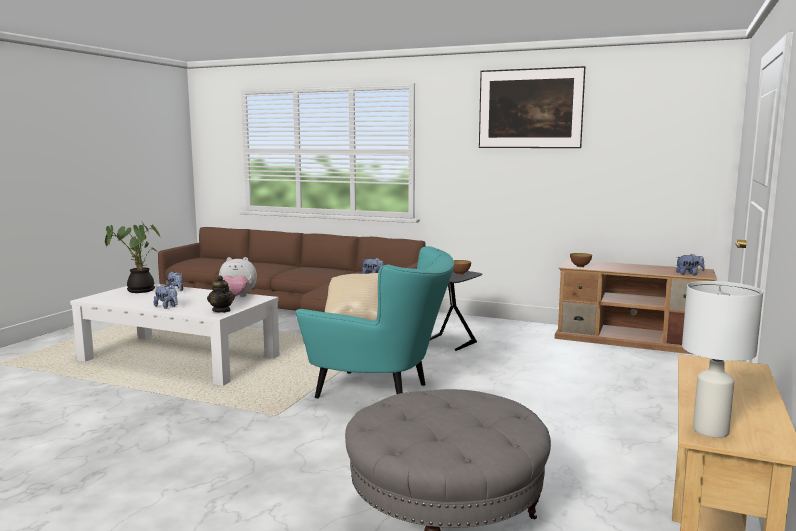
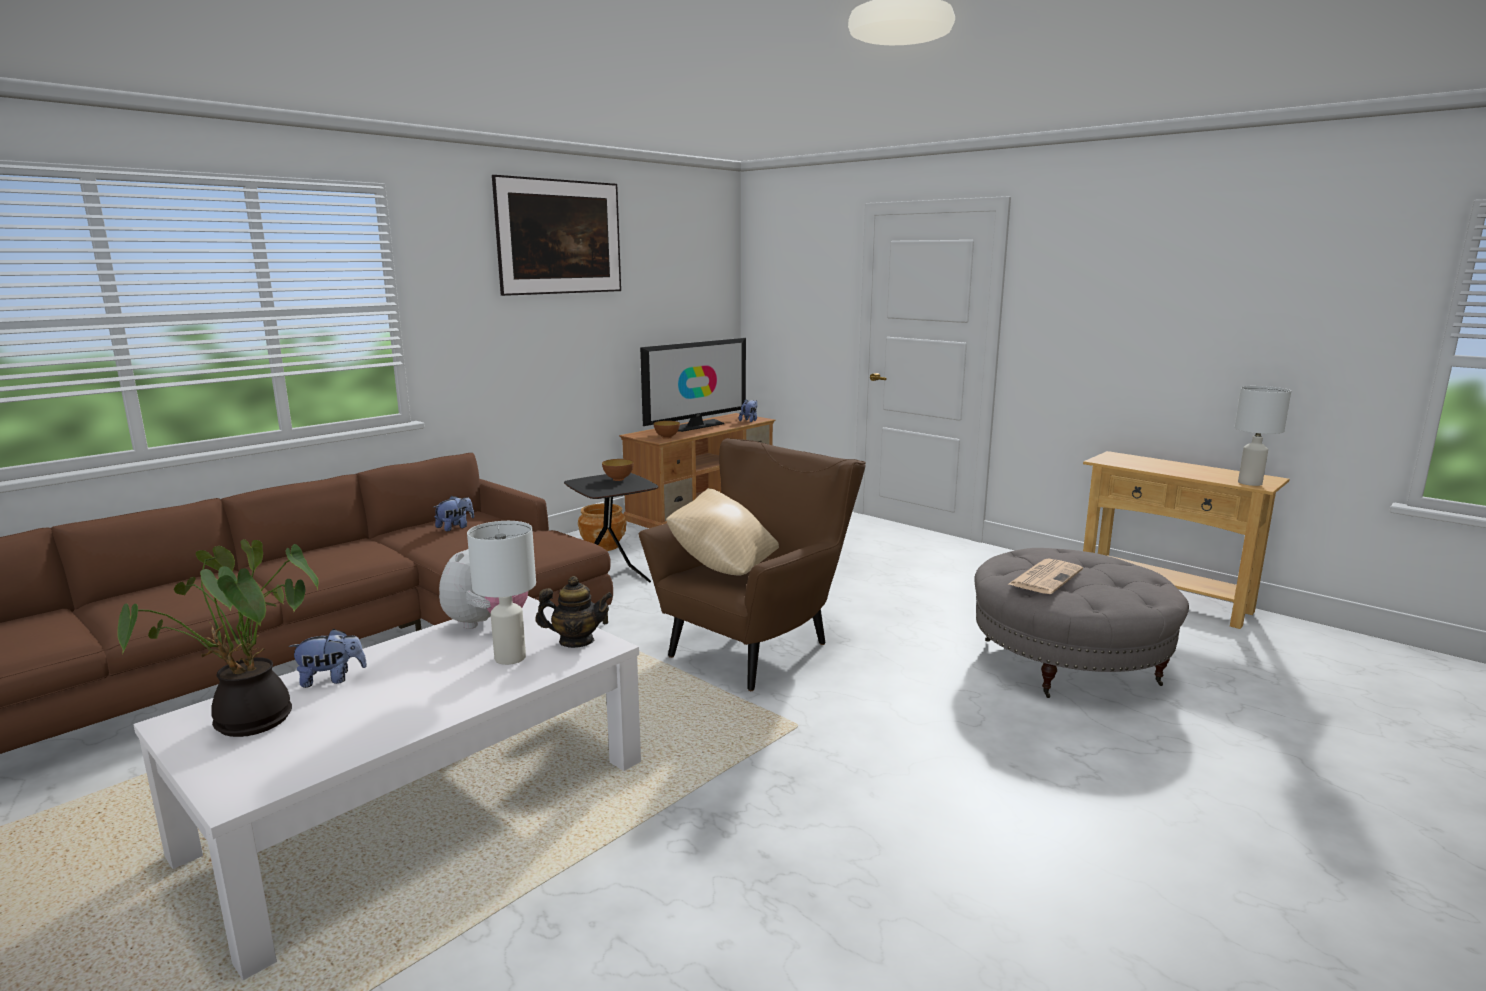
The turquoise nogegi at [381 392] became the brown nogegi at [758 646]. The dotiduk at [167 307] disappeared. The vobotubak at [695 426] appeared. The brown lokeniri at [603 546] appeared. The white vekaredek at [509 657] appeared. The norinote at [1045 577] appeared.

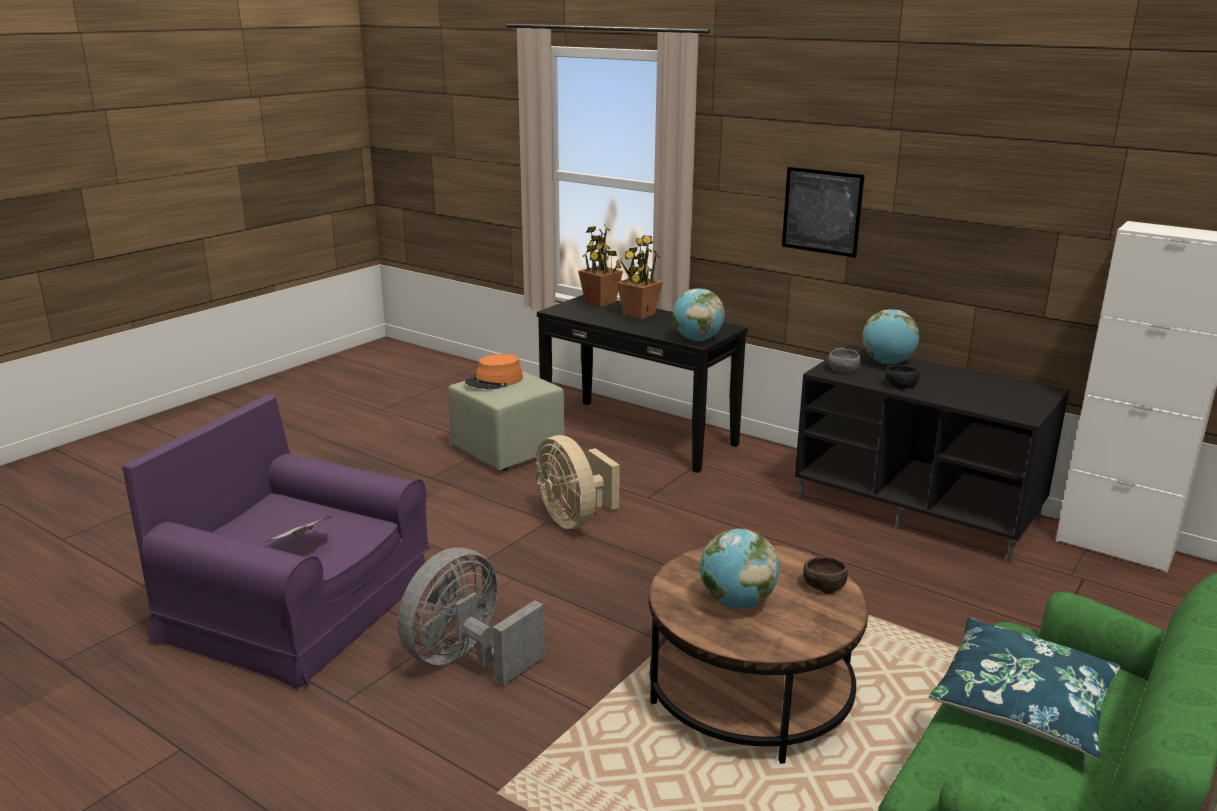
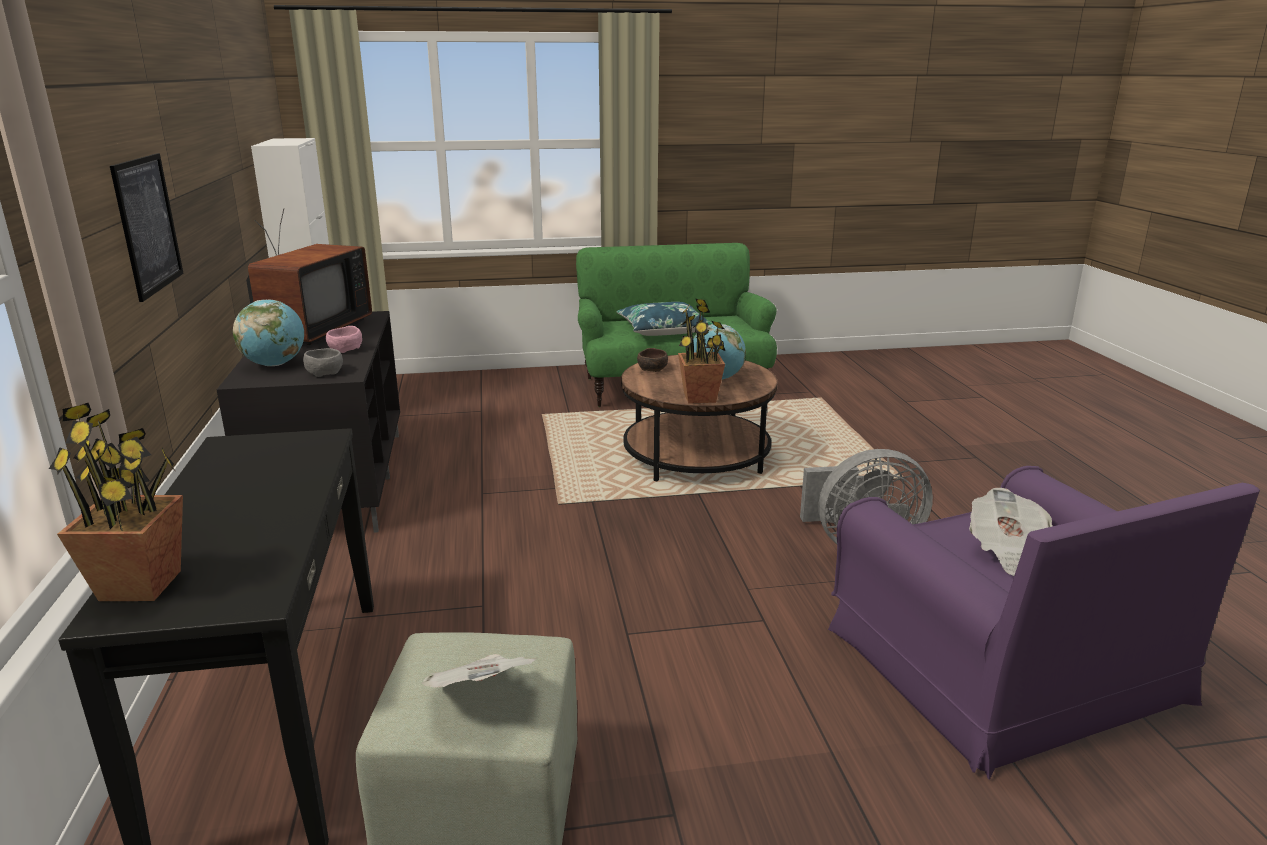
The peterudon moved from [639 314] to [700 398]. The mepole at [697 339] disappeared. The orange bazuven at [494 381] was replaced by the norinote at [481 694]. The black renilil at [900 385] became the pink renilil at [345 350]. The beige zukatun at [574 519] disappeared. The vobotubak at [311 332] appeared.

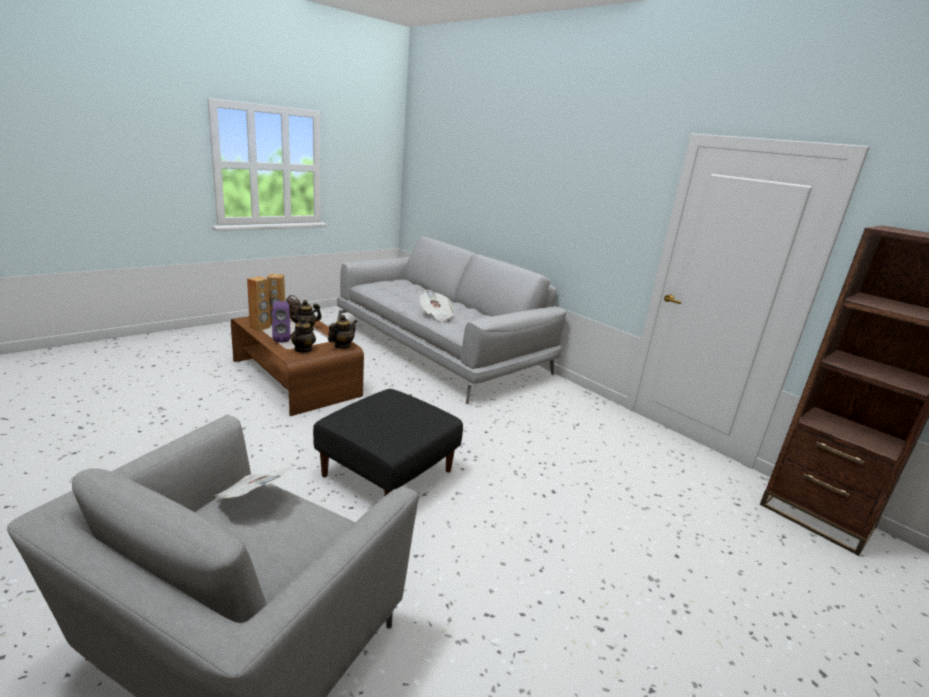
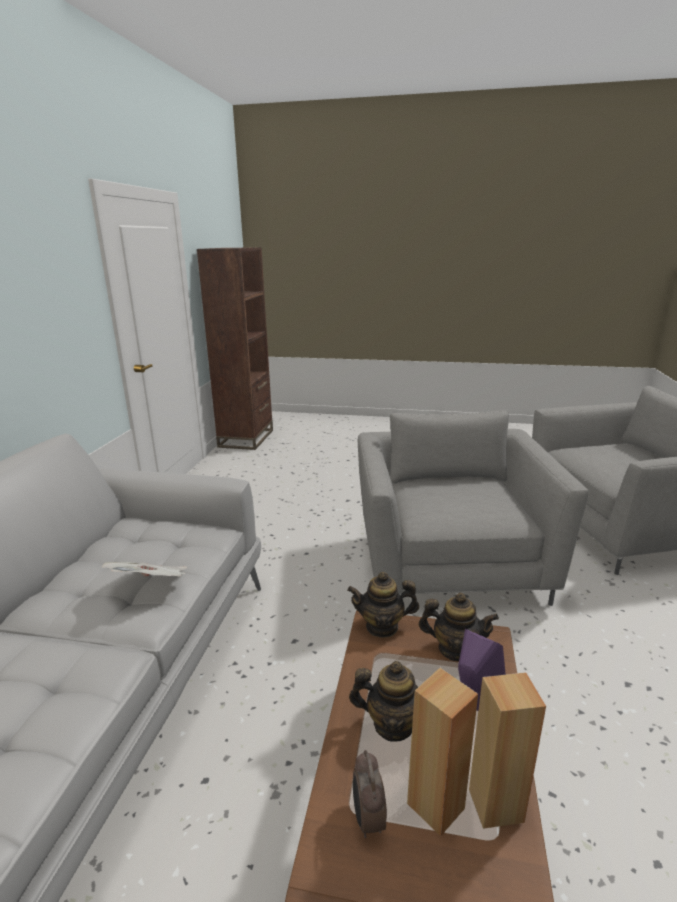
The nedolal at [303 349] turned 45 degrees clockwise. The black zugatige at [387 473] was replaced by the grey nogegi at [449 565]. The norinote at [254 498] disappeared.

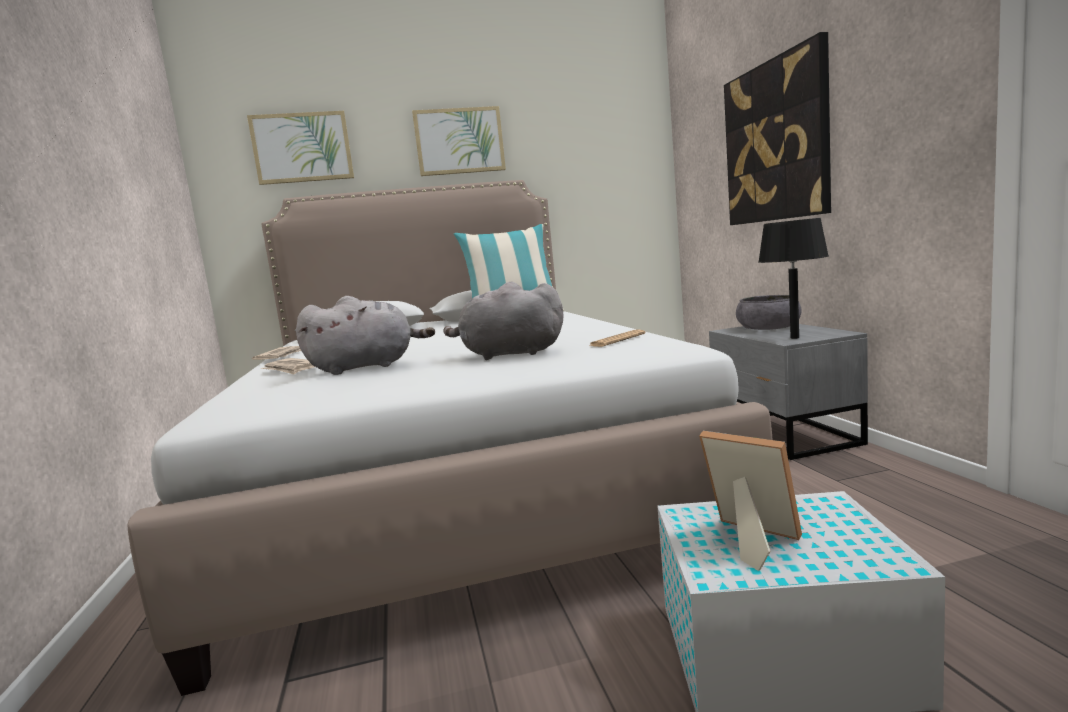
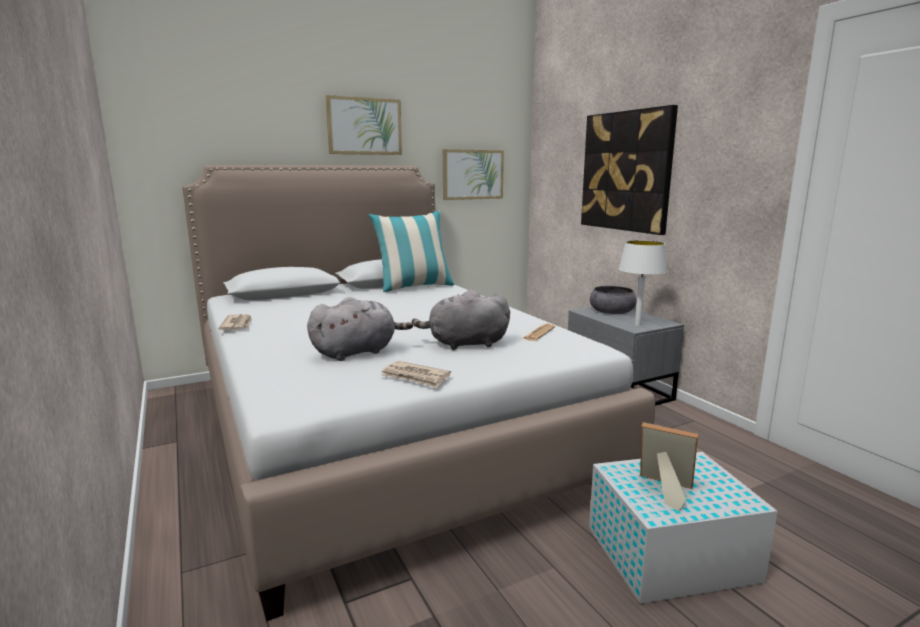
The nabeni moved from [302 148] to [472 174]. The black vekaredek at [794 338] became the white vekaredek at [637 325]. The norinote moved from [292 369] to [416 377].

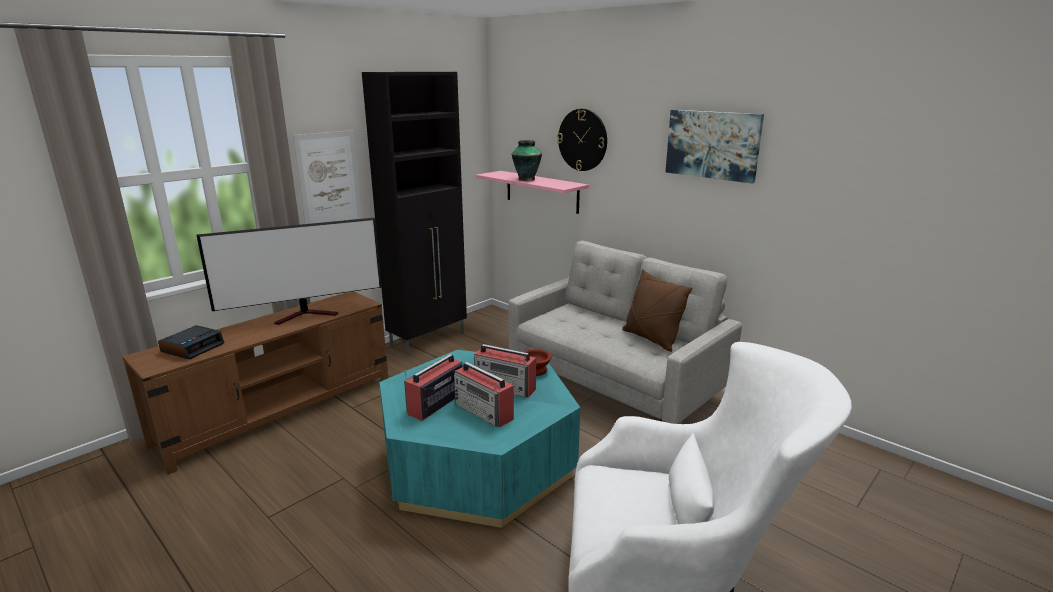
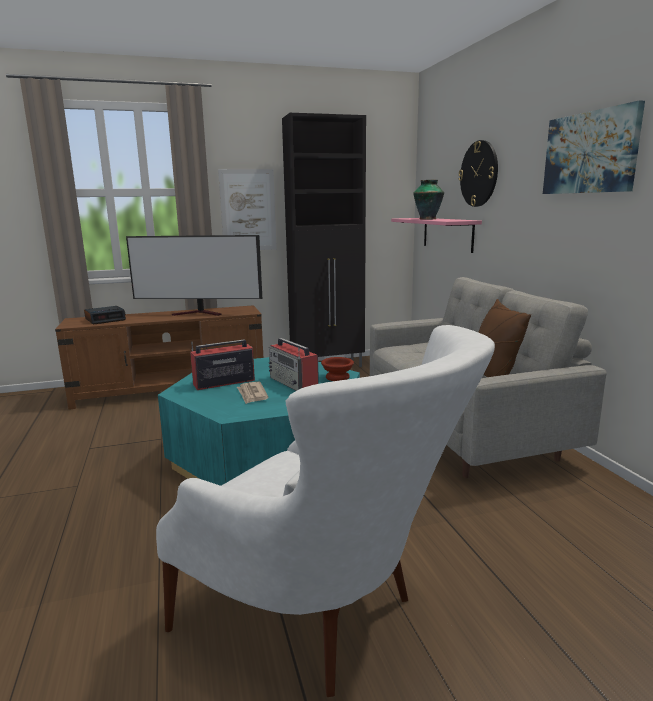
The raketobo at [484 411] was replaced by the norinote at [252 394].

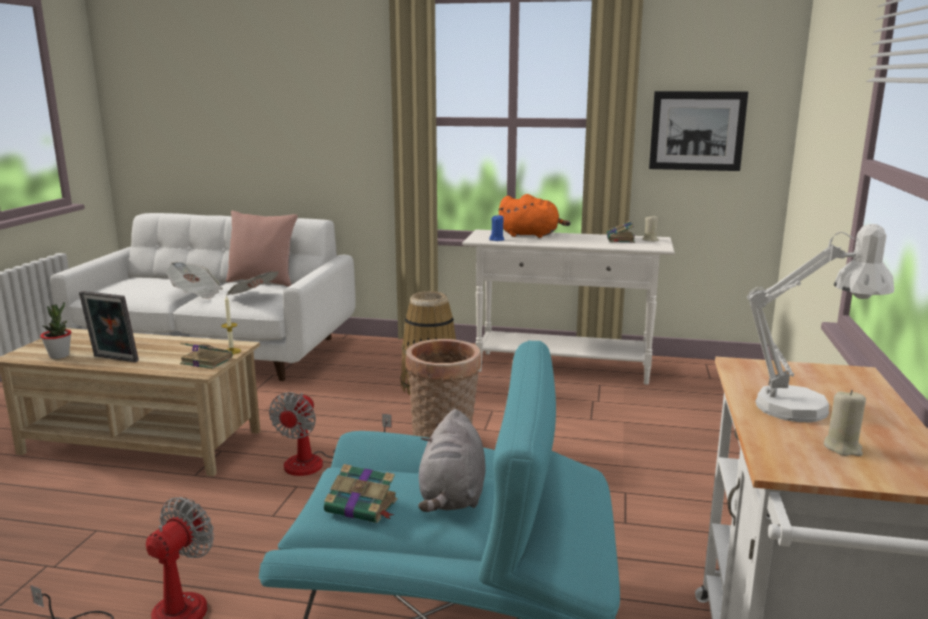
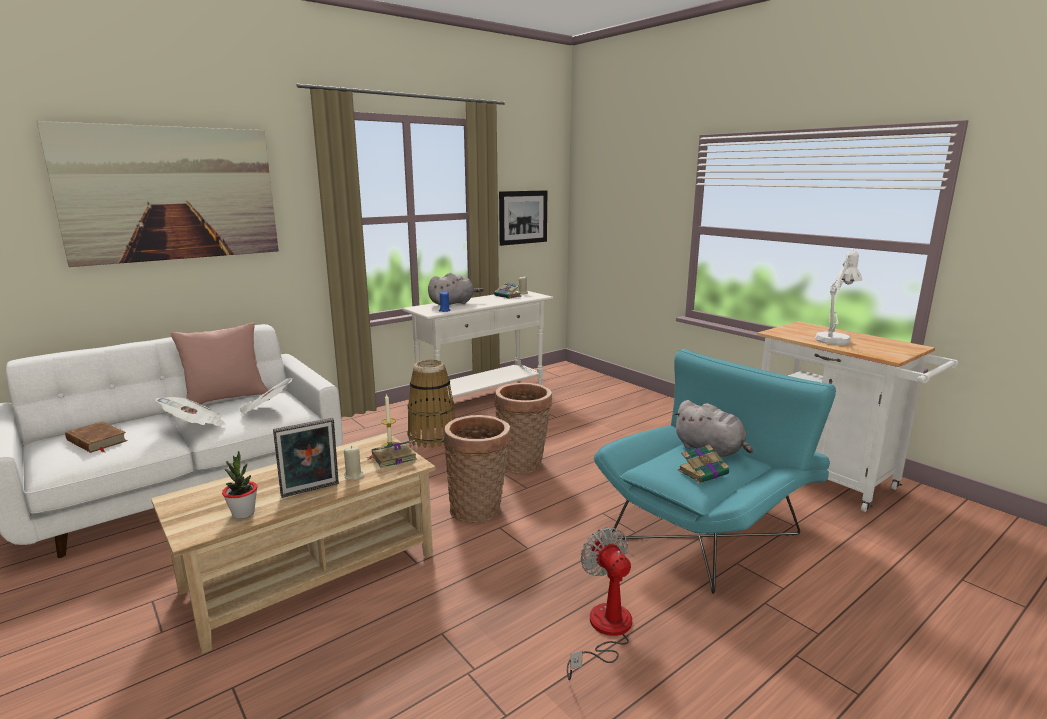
The orange dotiduk at [531 235] became the grey dotiduk at [453 304]. The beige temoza moved from [842 448] to [354 476]. The zukatun at [318 463] was replaced by the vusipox at [479 509]. The nabeni at [171 194] appeared. The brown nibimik at [96 441] appeared.

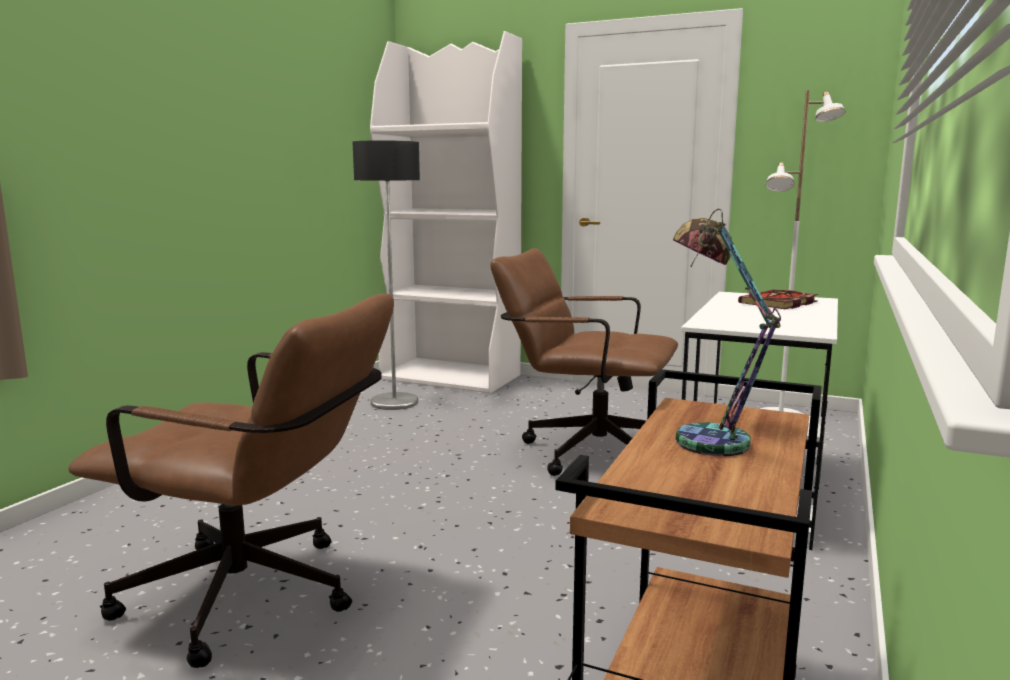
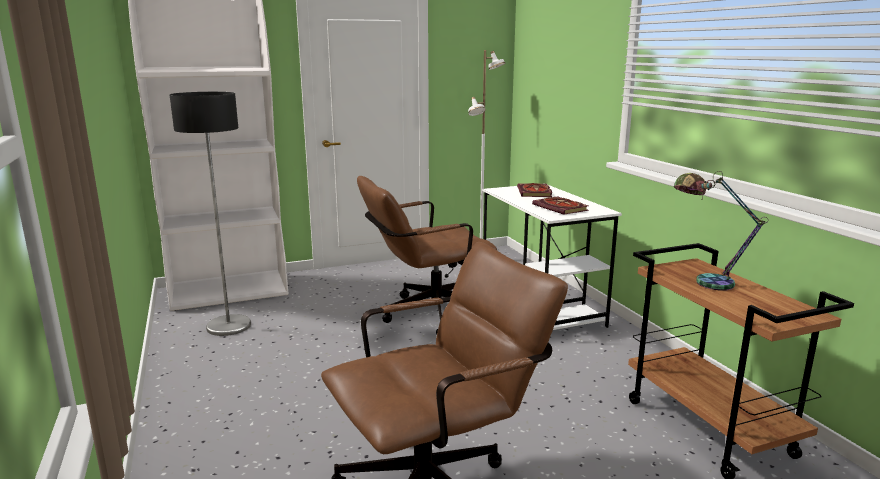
The nibimik at [561 208] appeared.

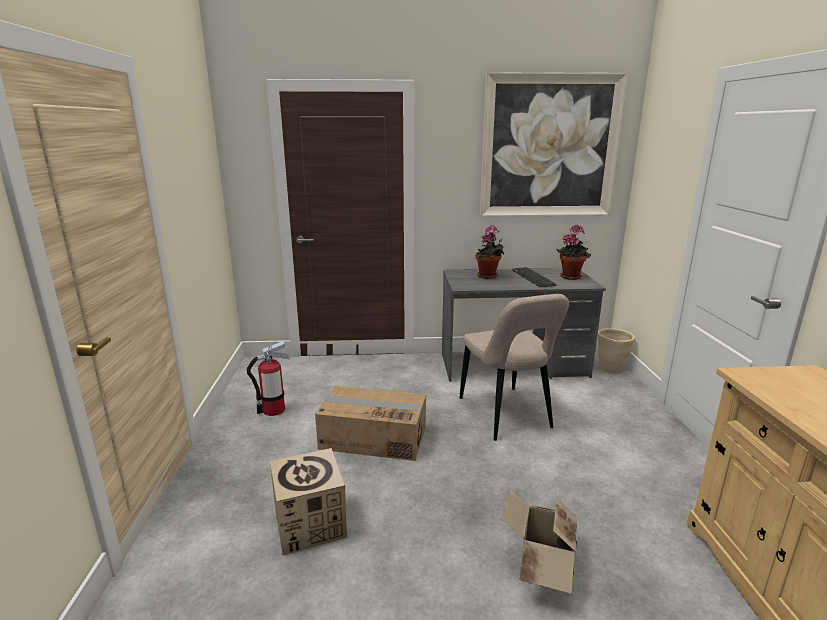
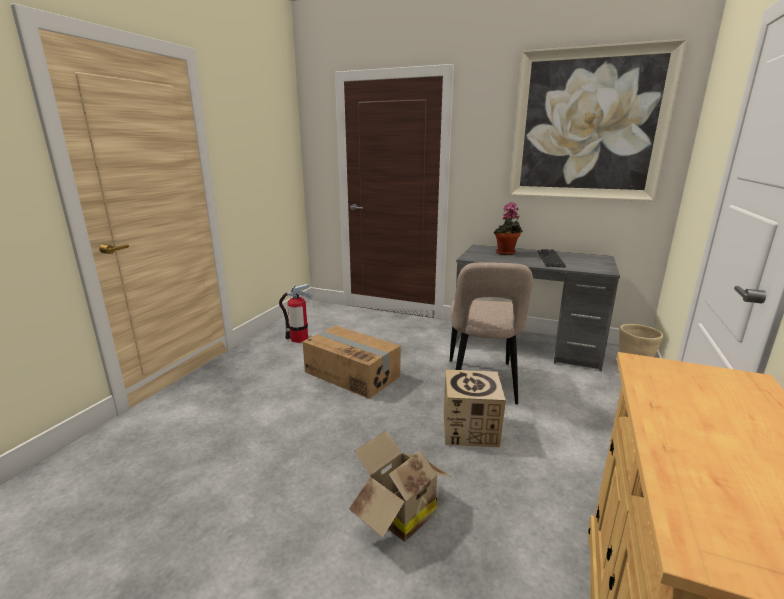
The peterudon at [571 276] disappeared. The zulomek moved from [310 524] to [470 429].

